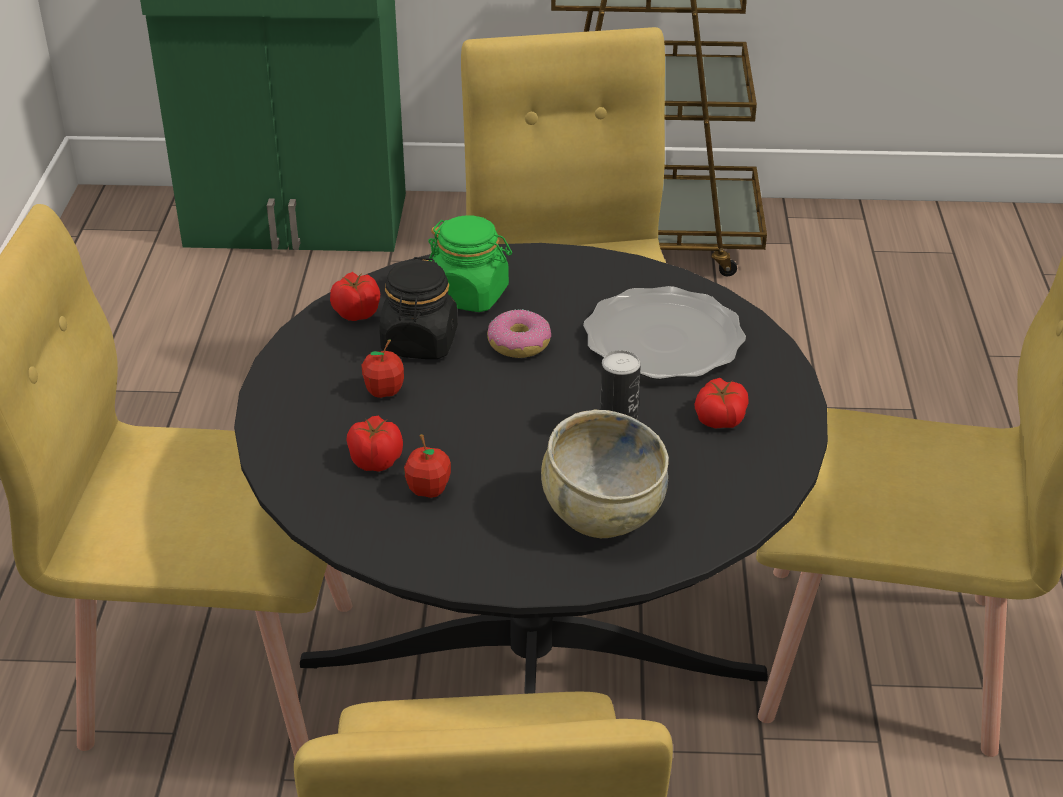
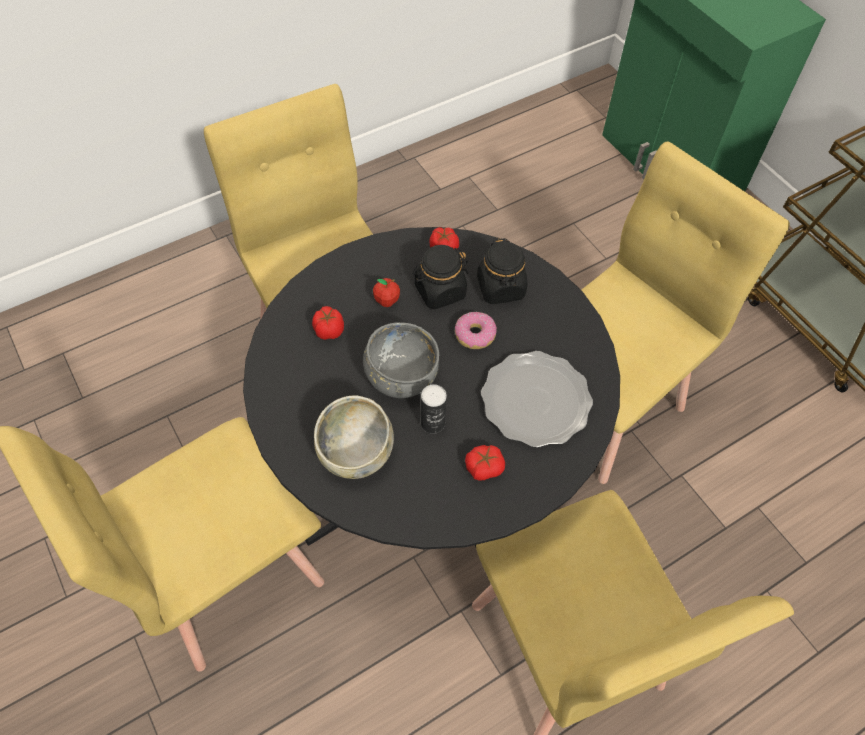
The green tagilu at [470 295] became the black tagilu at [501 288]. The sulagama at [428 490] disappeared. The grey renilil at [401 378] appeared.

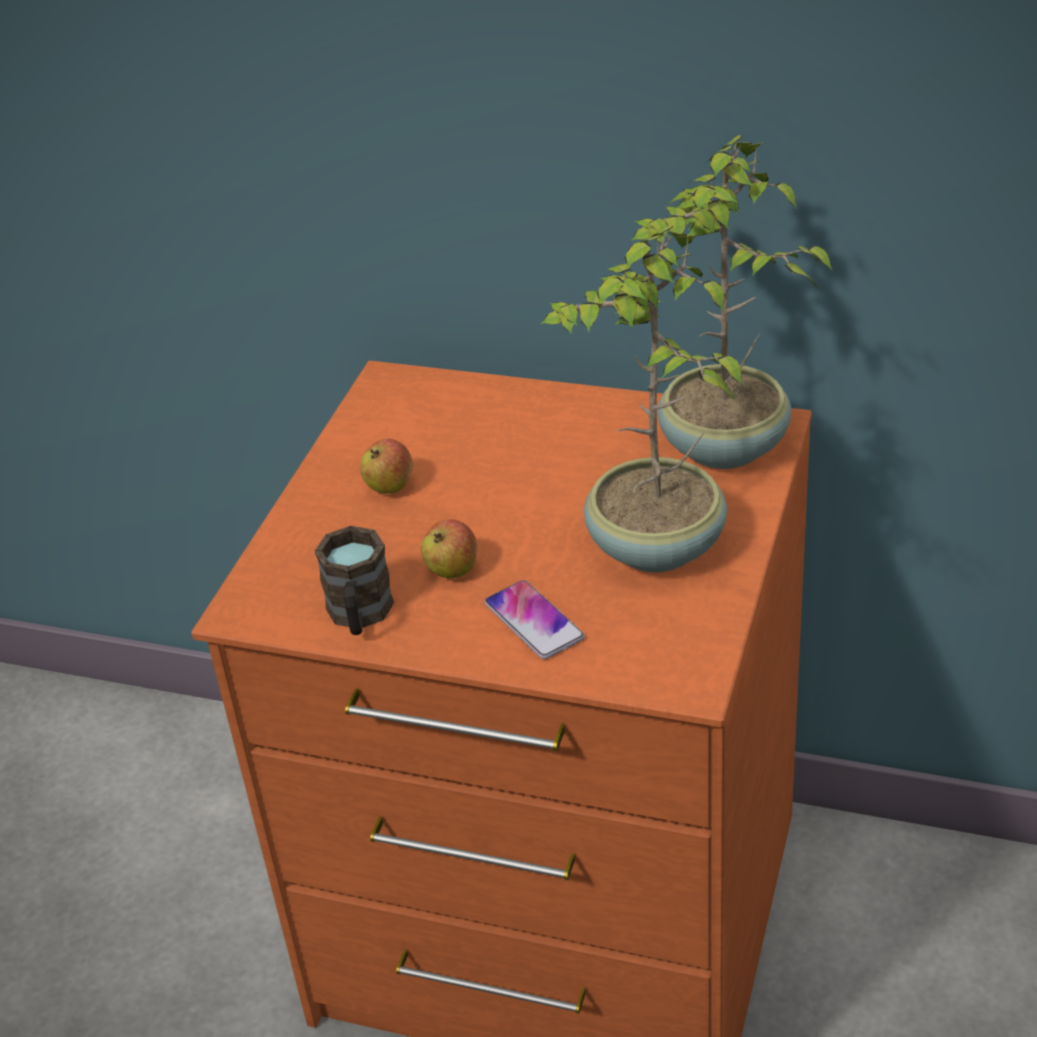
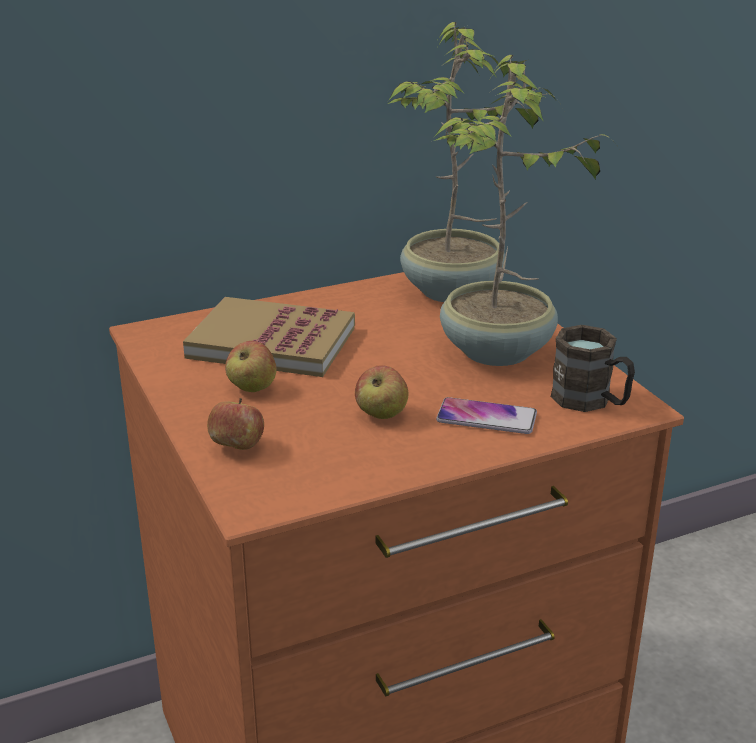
The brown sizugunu moved from [359 616] to [591 401]. The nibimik at [272 342] appeared. The sulagama at [237 447] appeared.

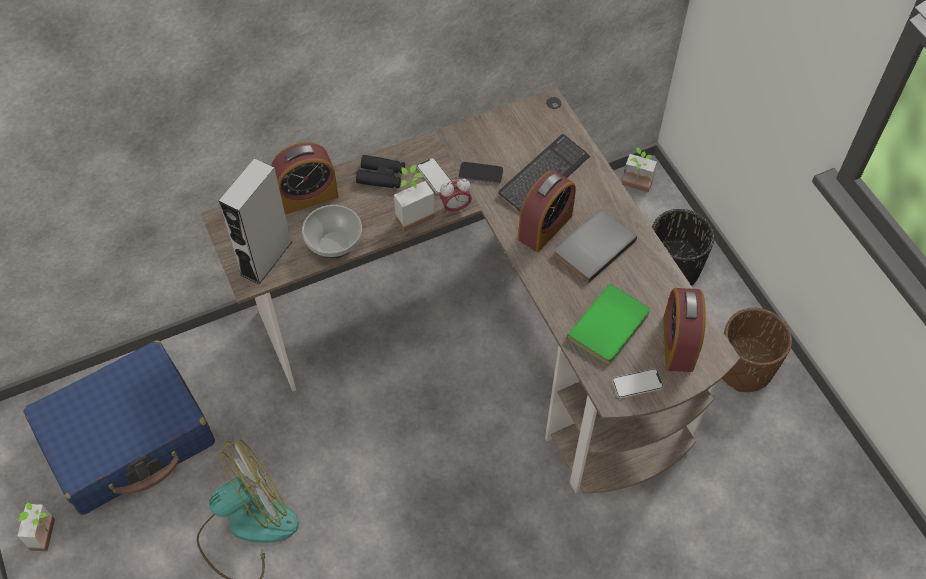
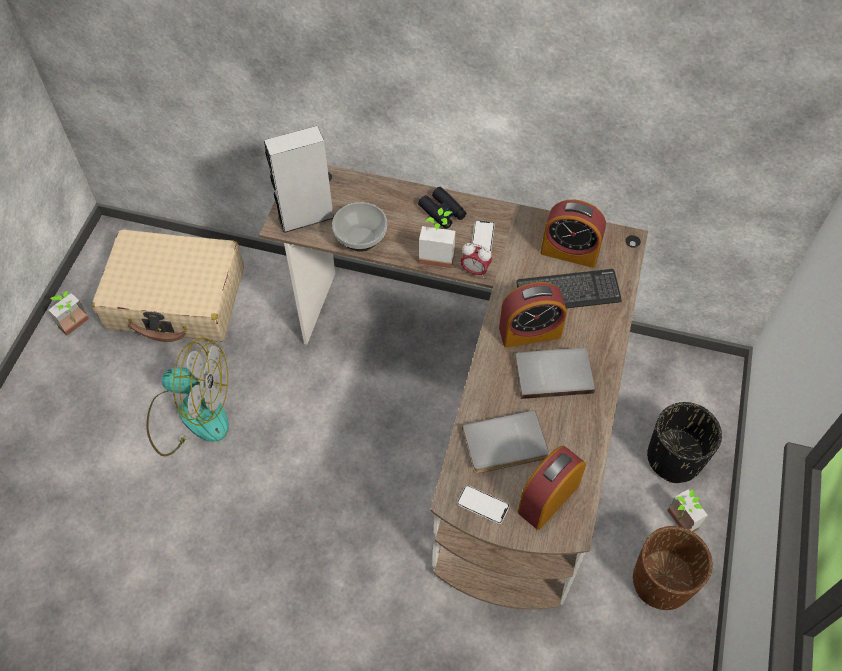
The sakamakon moved from [307 196] to [569 252]. The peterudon moved from [635 188] to [677 522]. The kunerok at [480 174] disappeared. The green nibimik at [611 327] became the grey nibimik at [505 446]. The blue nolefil at [128 437] became the beige nolefil at [176 298].

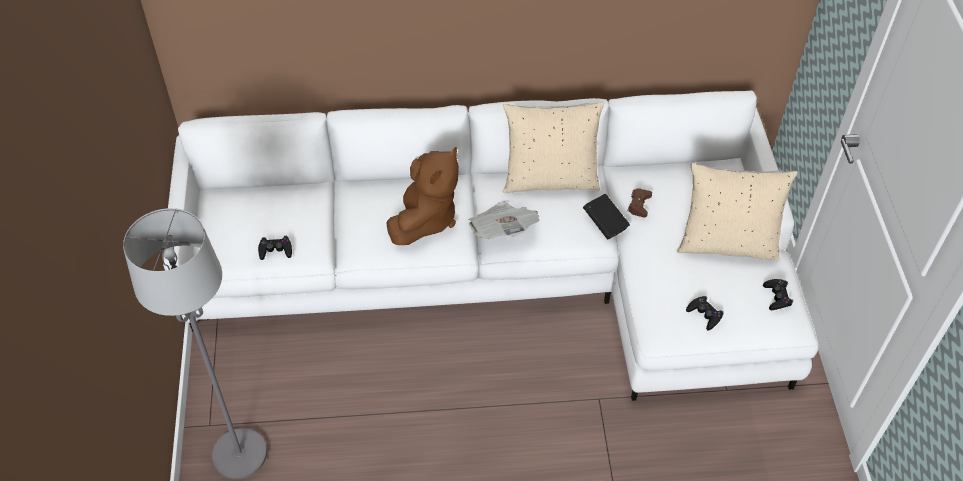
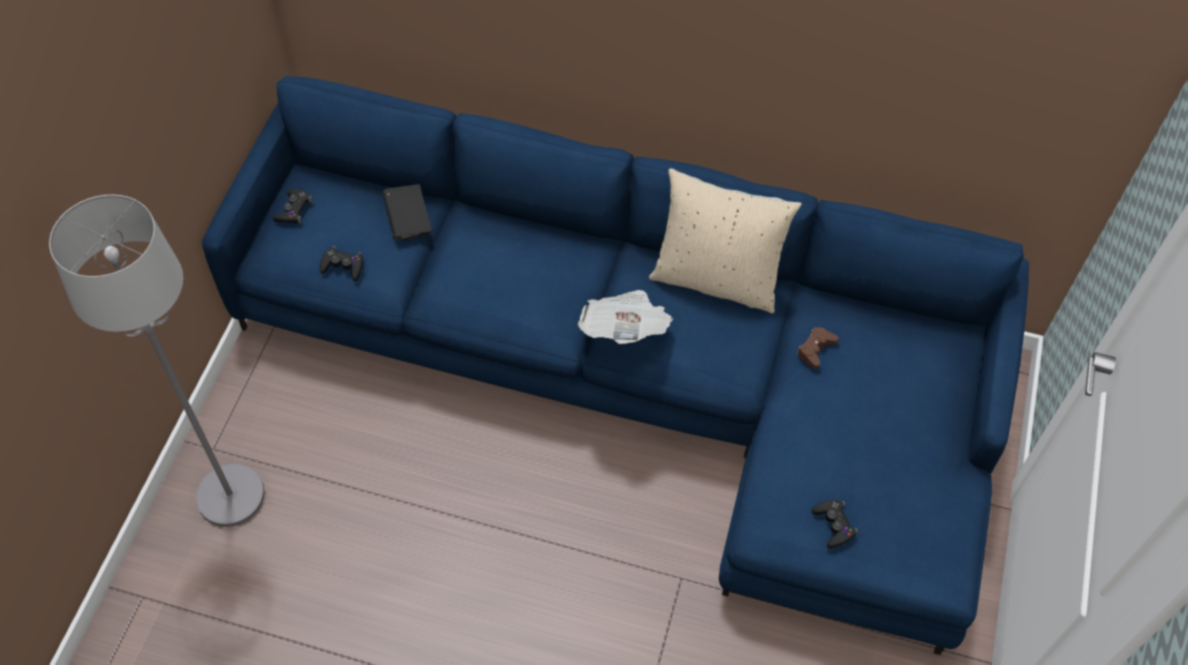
The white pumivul at [510 272] became the blue pumivul at [644 377]. The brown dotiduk at [425 219] disappeared. The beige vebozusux at [726 243] disappeared. The black nibimik moved from [605 223] to [408 221]. The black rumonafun moved from [777 297] to [294 210].

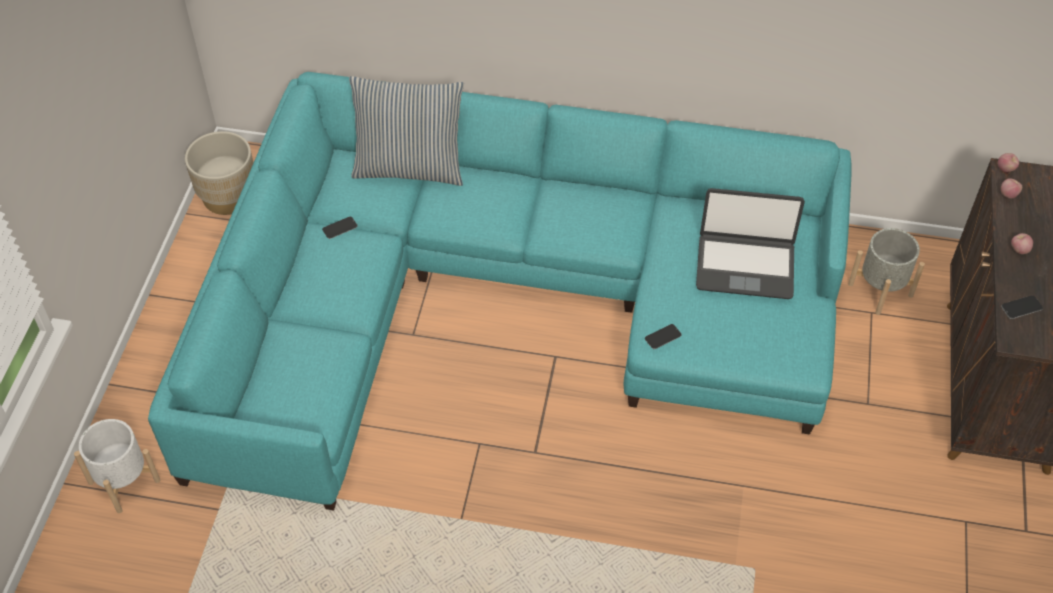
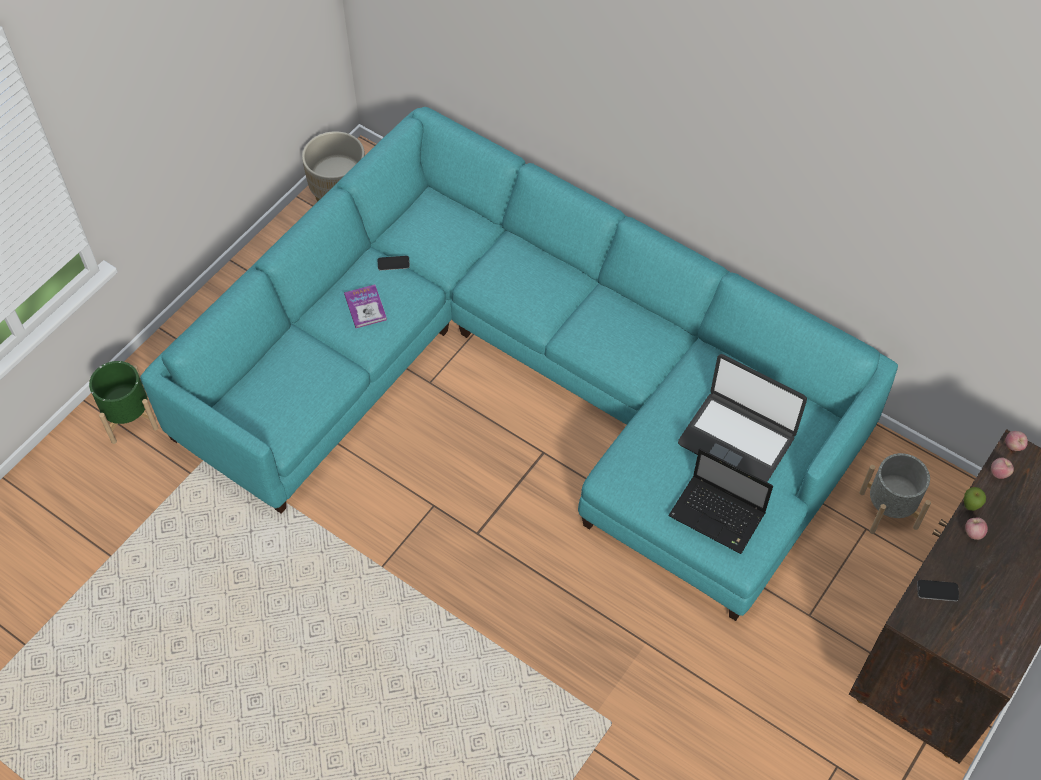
The vebozusux at [410 168] disappeared. The kunerok at [663 337] disappeared. The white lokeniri at [124 481] became the green lokeniri at [129 418]. The nibimik at [365 307] appeared. The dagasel at [719 516] appeared. The sulagama at [970 506] appeared.

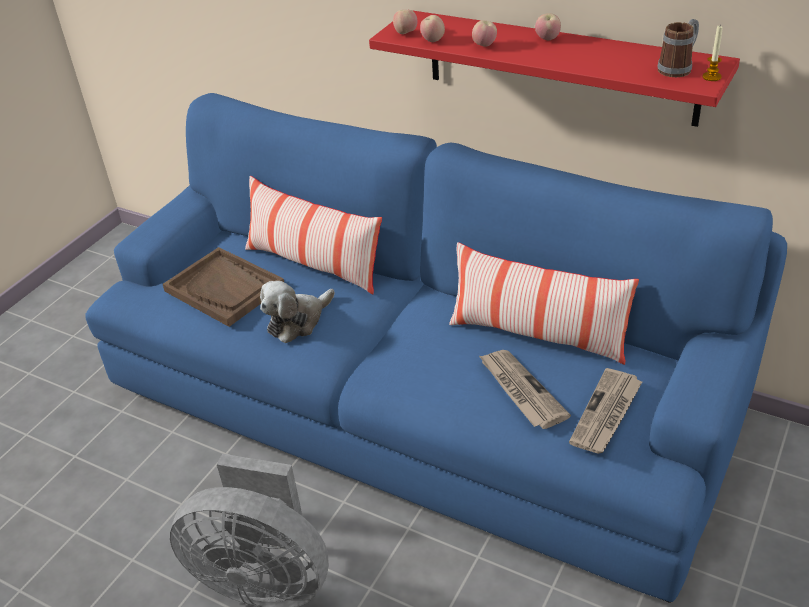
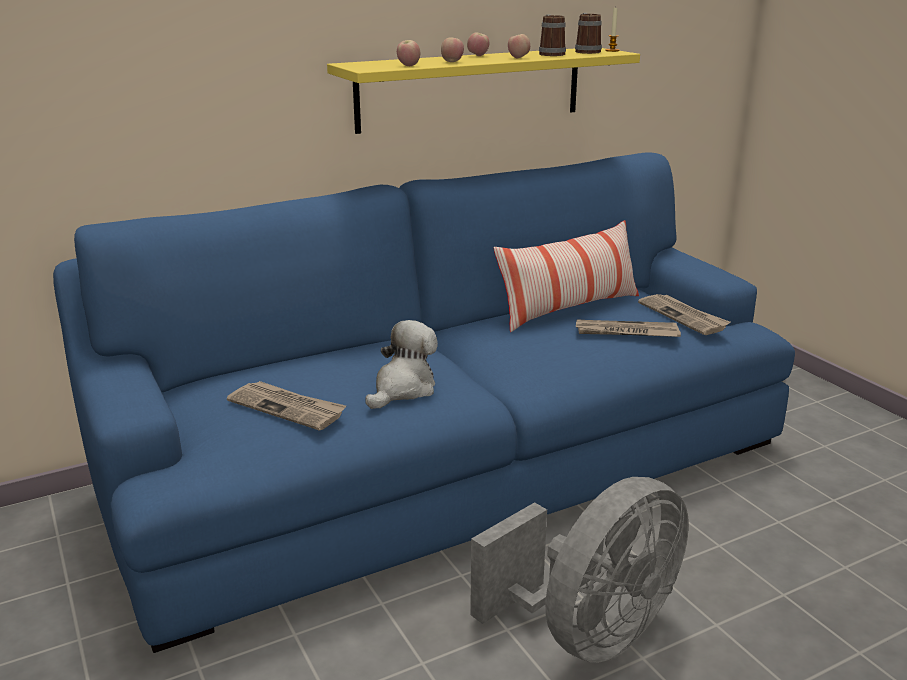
The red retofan at [559 67] became the yellow retofan at [471 88]. The sulagama moved from [405 33] to [518 58]. The vebozusux at [314 264] disappeared. The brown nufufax at [225 288] was replaced by the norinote at [288 408]. The dotiduk at [297 321] turned 135 degrees counterclockwise. The sizugunu at [550 54] appeared.

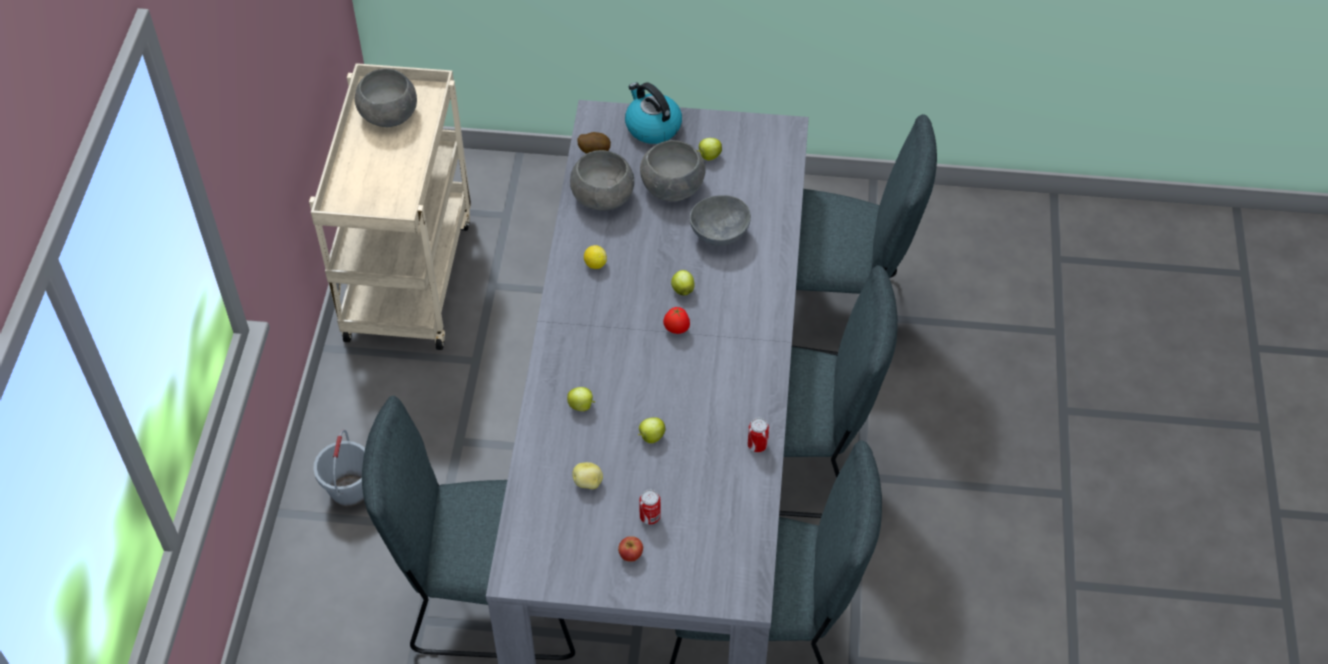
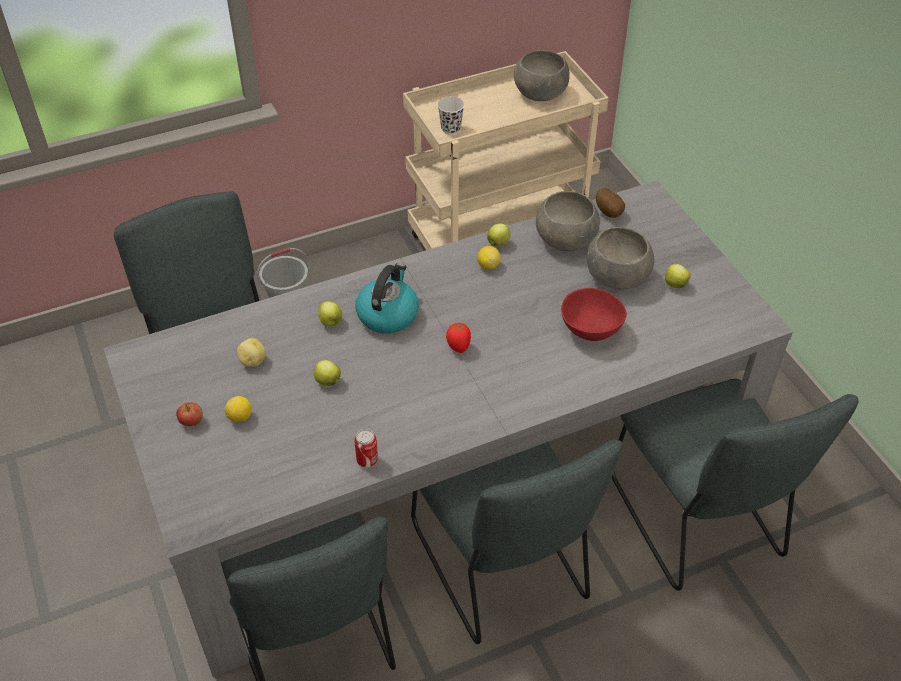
The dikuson moved from [652 127] to [387 314]. The grey renilil at [721 235] became the red renilil at [591 331]. The sulagama moved from [682 289] to [498 243]. The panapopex at [650 517] was replaced by the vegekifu at [240 417]. The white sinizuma at [450 128] appeared.

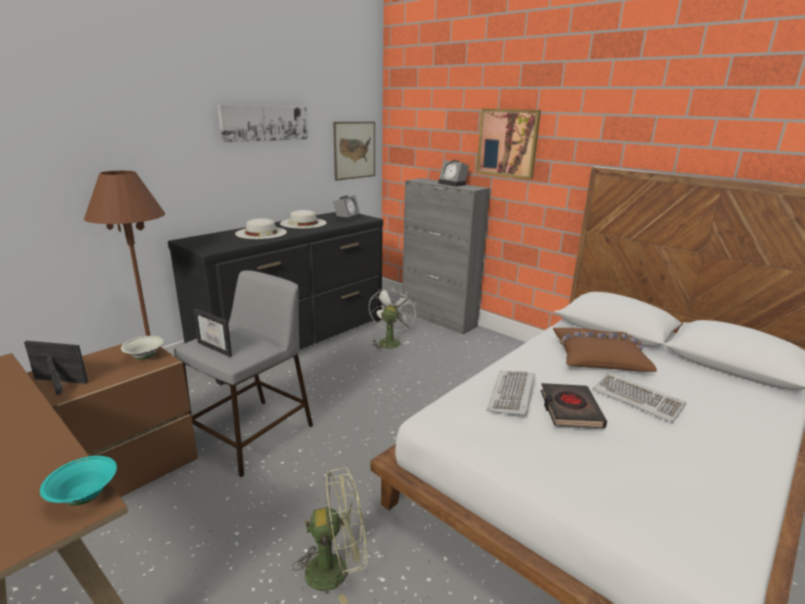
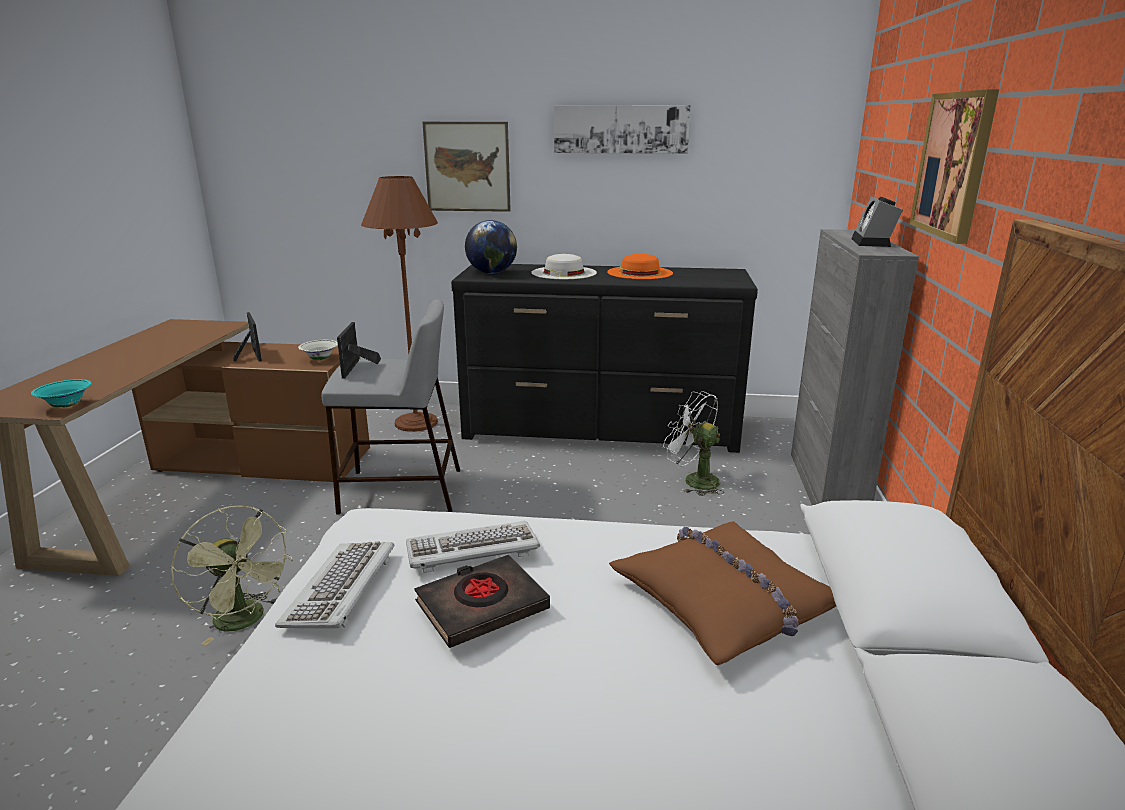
The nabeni moved from [354 150] to [467 167]. The sakamakon at [347 218] disappeared. The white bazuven at [303 223] became the orange bazuven at [639 272]. The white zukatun at [390 341] turned 120 degrees counterclockwise. The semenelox moved from [638 399] to [341 588]. The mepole at [491 273] appeared.

